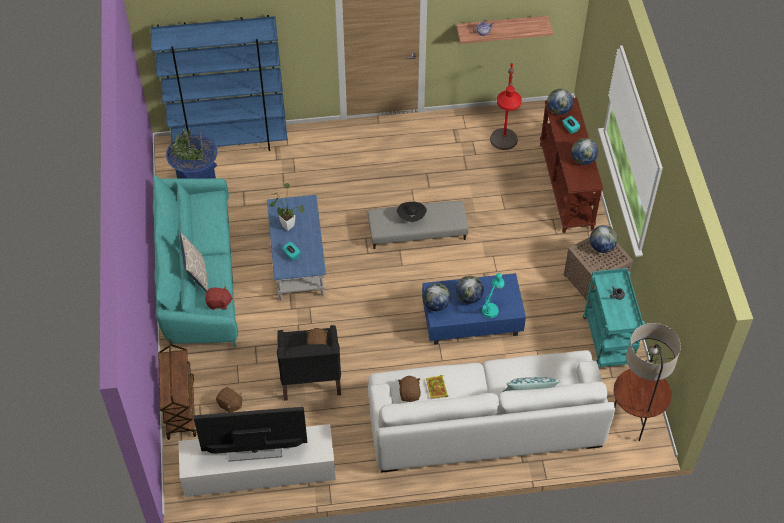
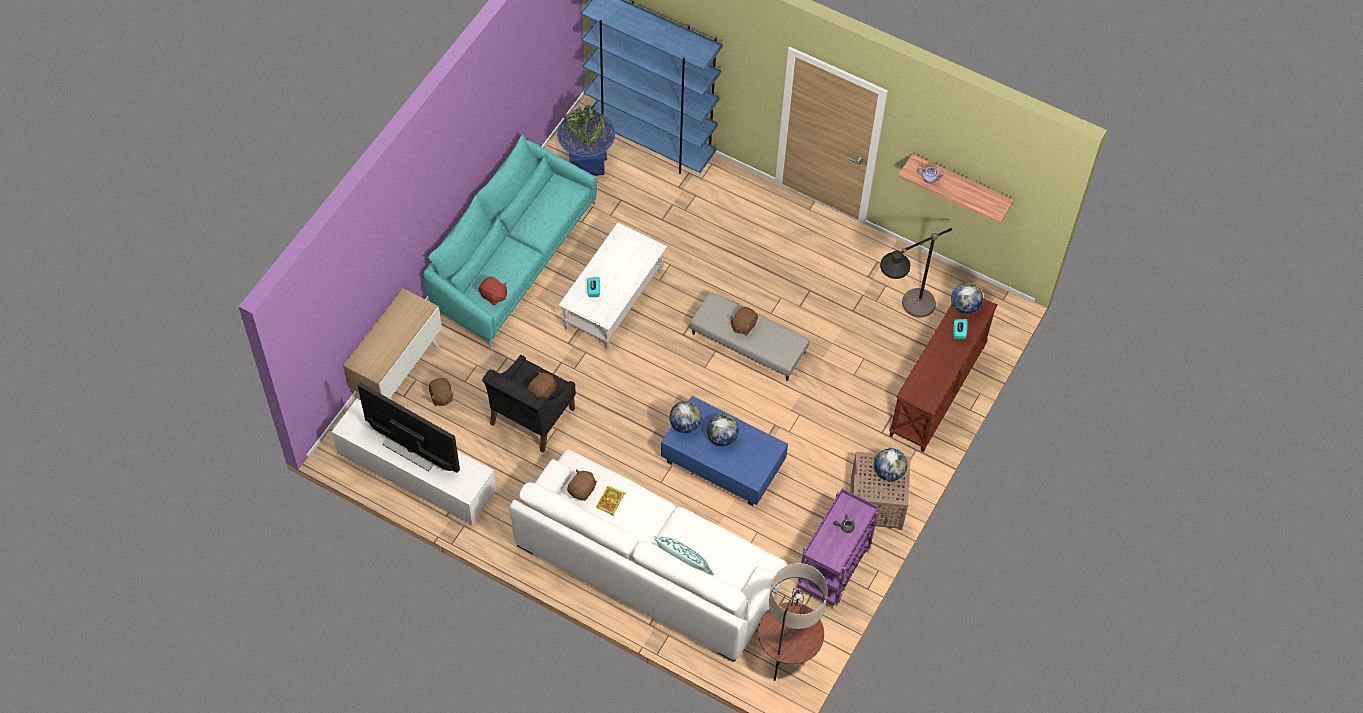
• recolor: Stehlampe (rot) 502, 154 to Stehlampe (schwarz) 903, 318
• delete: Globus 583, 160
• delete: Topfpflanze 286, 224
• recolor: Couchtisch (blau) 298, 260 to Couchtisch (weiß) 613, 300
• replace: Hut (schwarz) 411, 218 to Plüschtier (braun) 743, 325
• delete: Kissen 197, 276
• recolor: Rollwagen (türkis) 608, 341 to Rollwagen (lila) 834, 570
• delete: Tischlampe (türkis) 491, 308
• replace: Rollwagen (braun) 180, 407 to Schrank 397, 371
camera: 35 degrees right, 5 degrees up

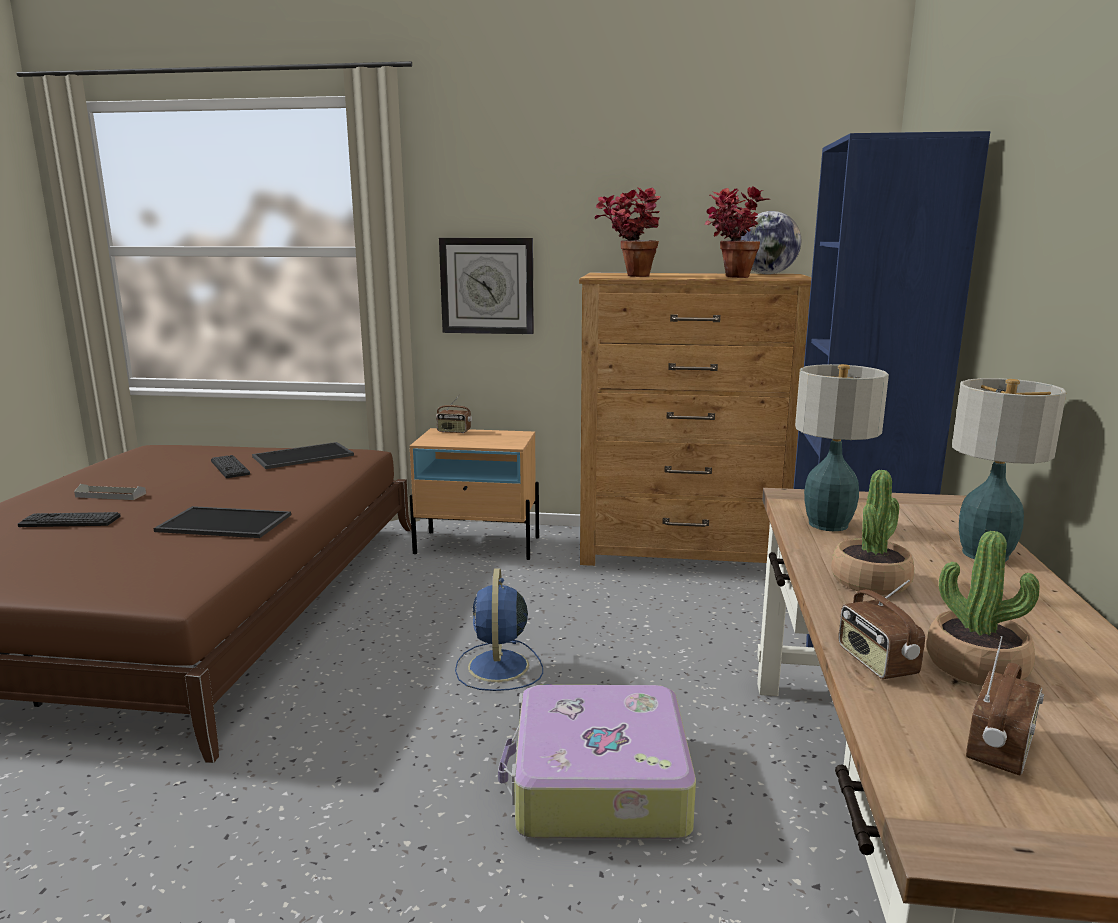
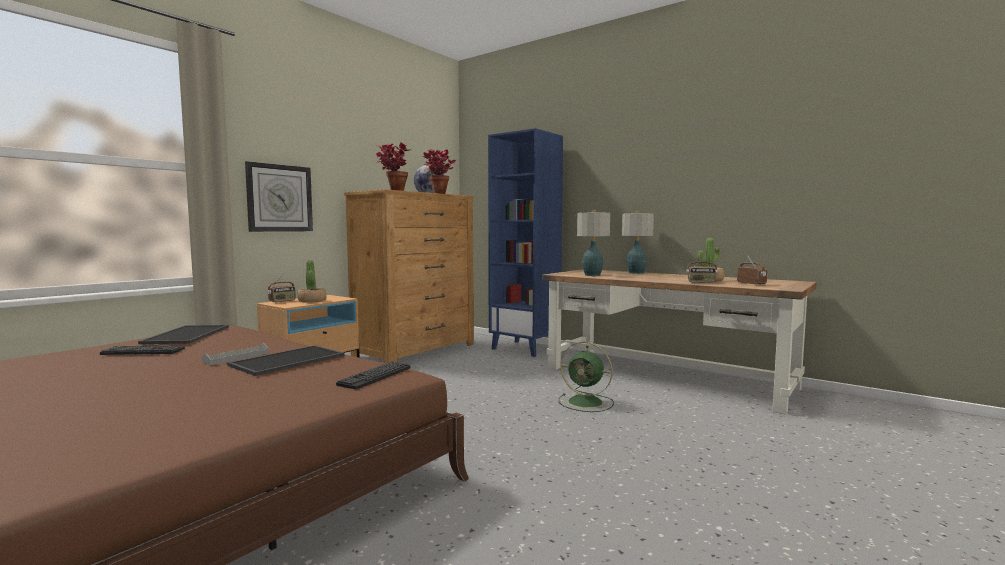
• move: Topfpflanze 870, 581 to 312, 301
• move: Tablett (grau) 111, 495 to 236, 357
• move: Tastatur 70, 521 to 375, 376
• delete: Ventilator (blau) 498, 667
• replace: Koffer 598, 784 to Ventilator (grün) 587, 402
camera: 60 degrees left, 10 degrees down

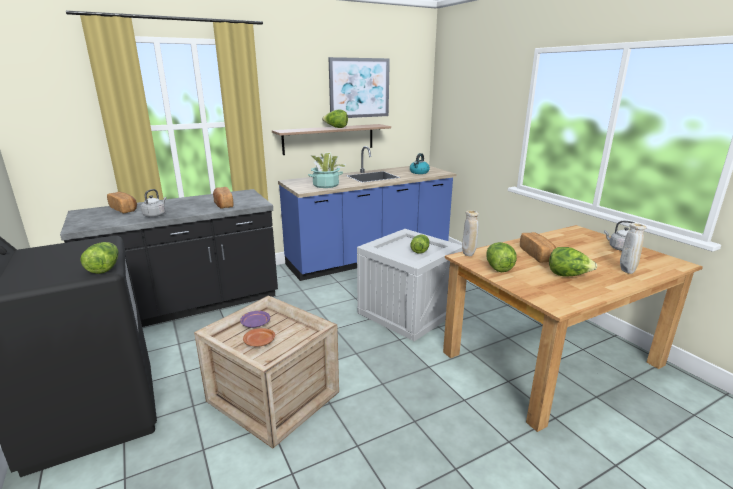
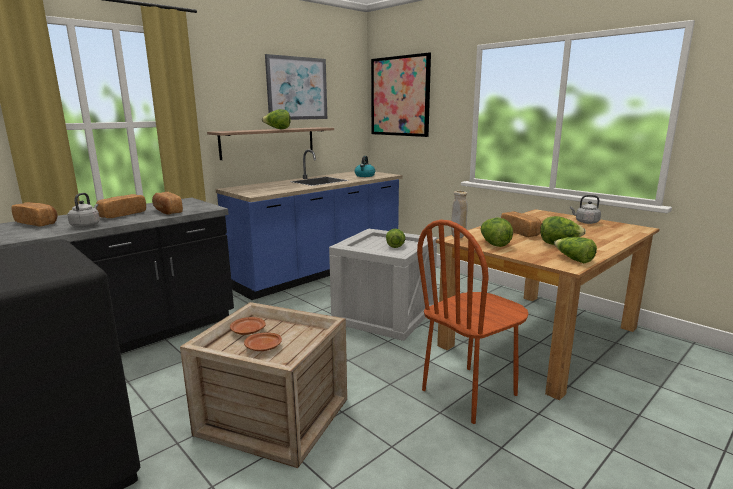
• delete: Topfpflanze 326, 185
• delete: Vase (beige) 626, 272
• move: Salatkopf 104, 267 to 573, 259
• recolor: Teller (lila) 255, 323 to Teller (braun) 247, 331
• insert: Bild 400, 96
• insert: Brot 122, 214
• insert: Stuhl (braun) 469, 393
camera: 15 degrees left, 5 degrees down

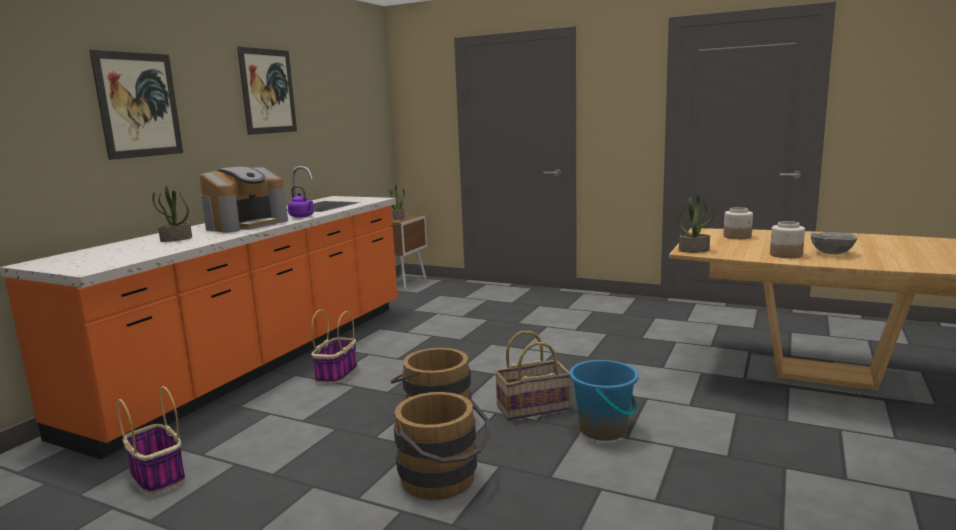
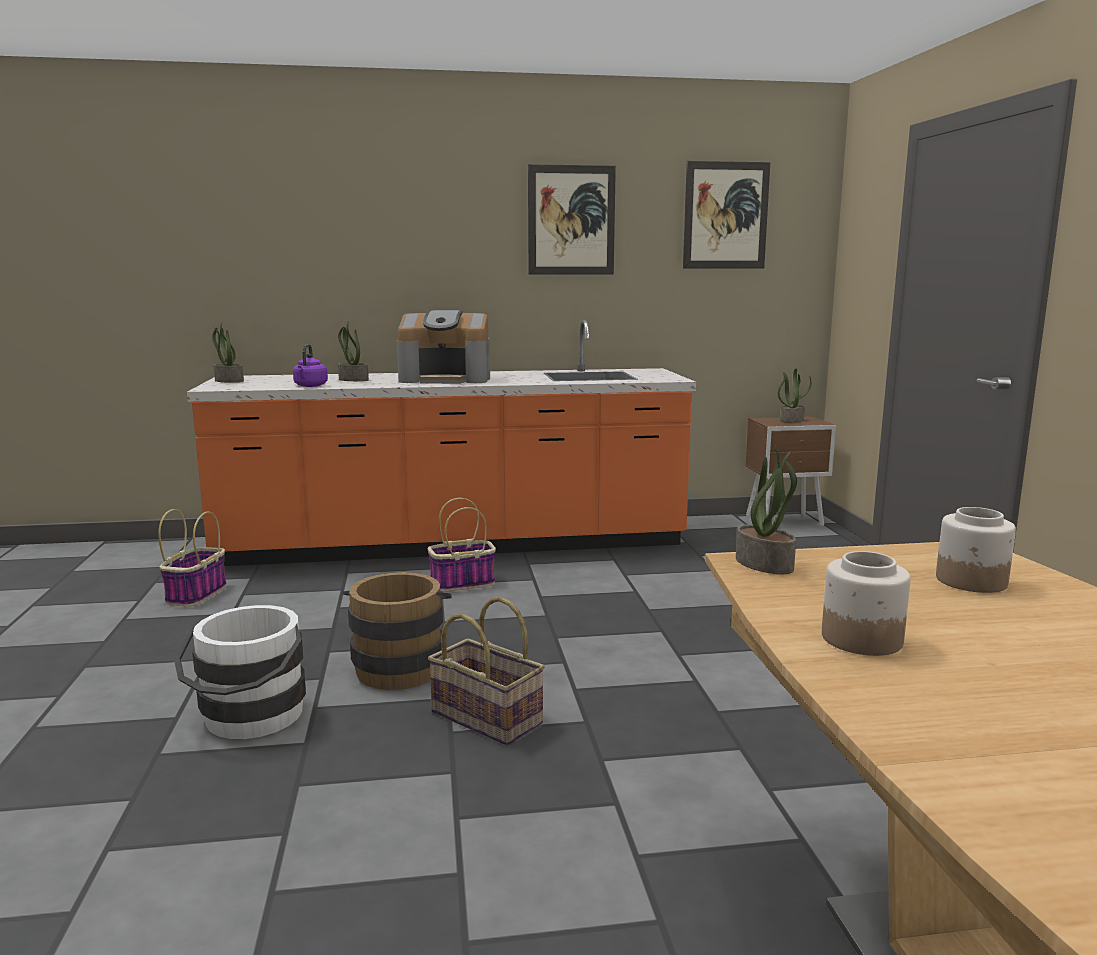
• move: Bild 139, 105 to 725, 215
• move: Wasserkessel (lila) 302, 216 to 310, 386
• delete: Schüssel (grau) 831, 253
• delete: Eimer (blau) 603, 430
• recolor: Eimer (braun) 443, 481 to Eimer (weiß) 249, 720
• insert: Topfpflanze 228, 381
camera: 55 degrees right, 0 degrees up

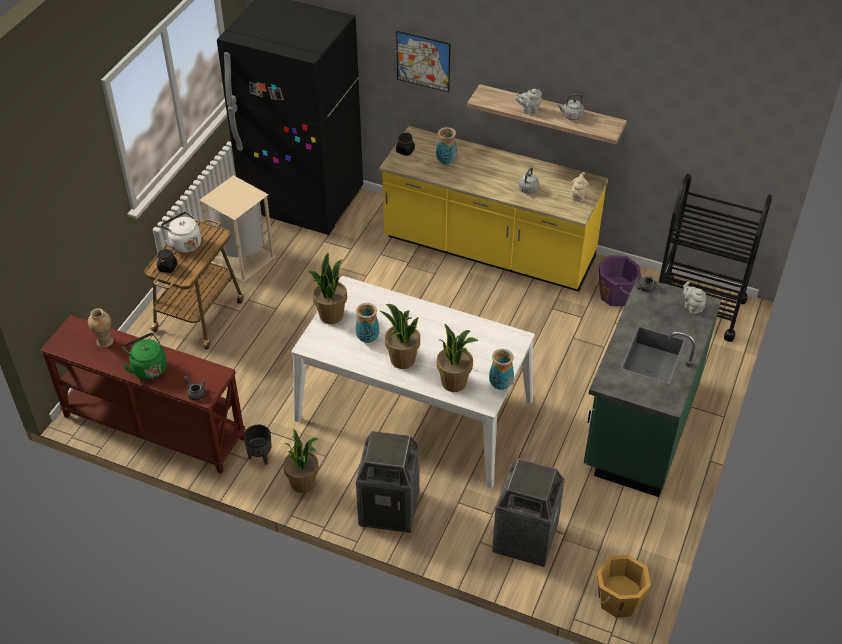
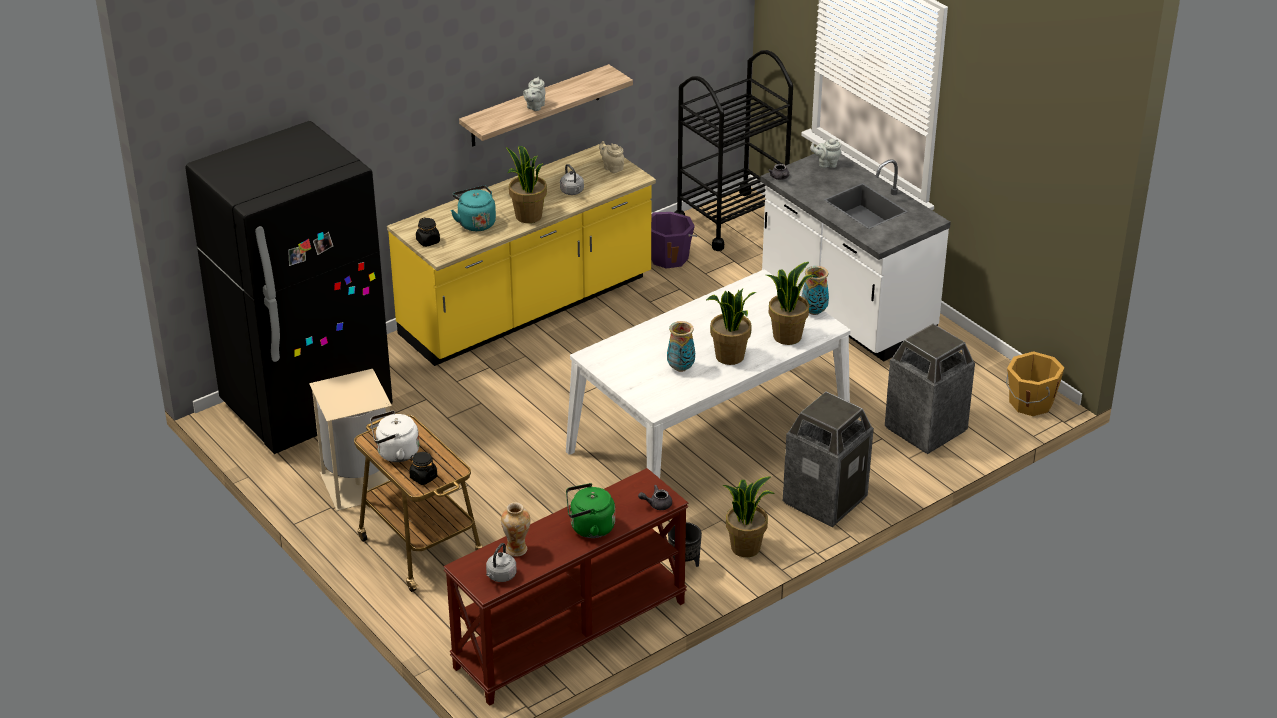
• delete: Bild 423, 61
• move: Wasserkessel (grau) 571, 116 to 500, 576
• replace: Vase 446, 162 to Wasserkessel (türkis) 475, 223
• move: Topfpflanze 331, 315 to 528, 216
• recolor: Küchenzeile (grün) 640, 425 to Küchenzeile (weiß) 846, 311
camera: 60 degrees left, 10 degrees down

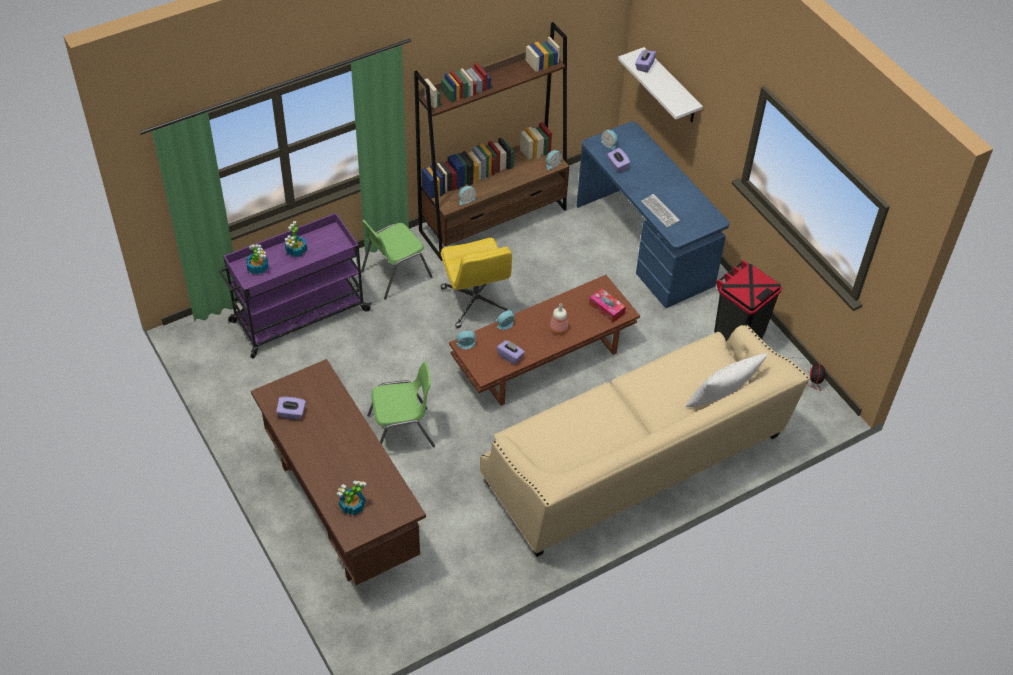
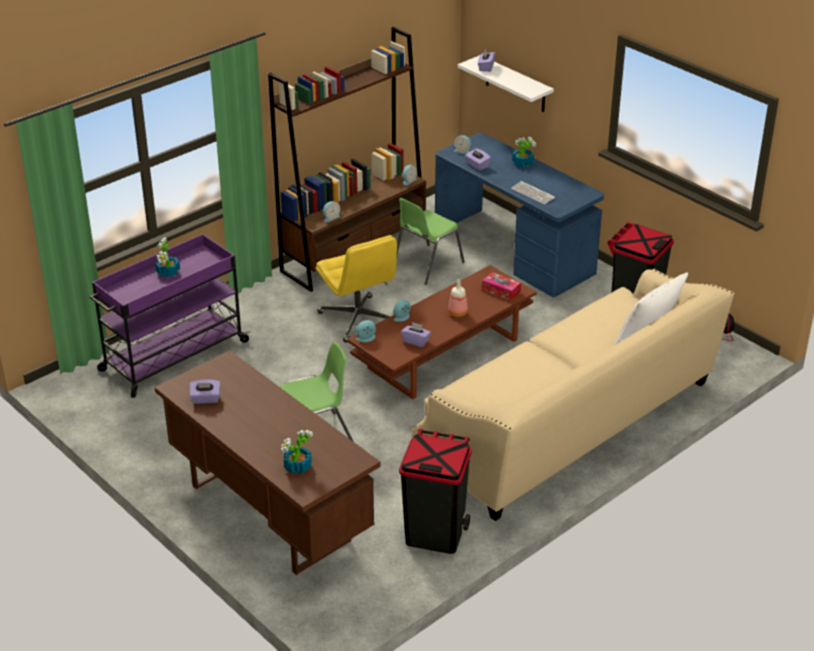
• move: Stuhl (grün) 395, 274 to 426, 265
• move: Topfpflanze 258, 267 to 522, 163
• insert: Mülleimer (schwarz) 434, 534
camera: 10 degrees left, 15 degrees down

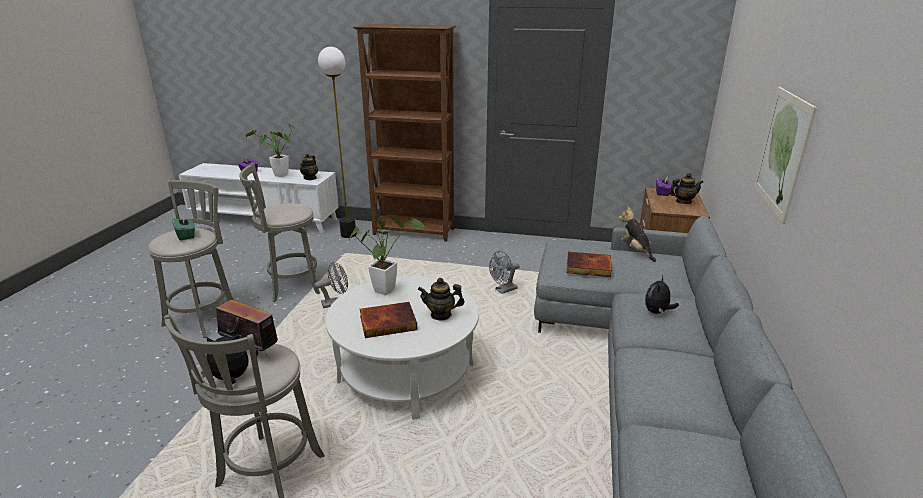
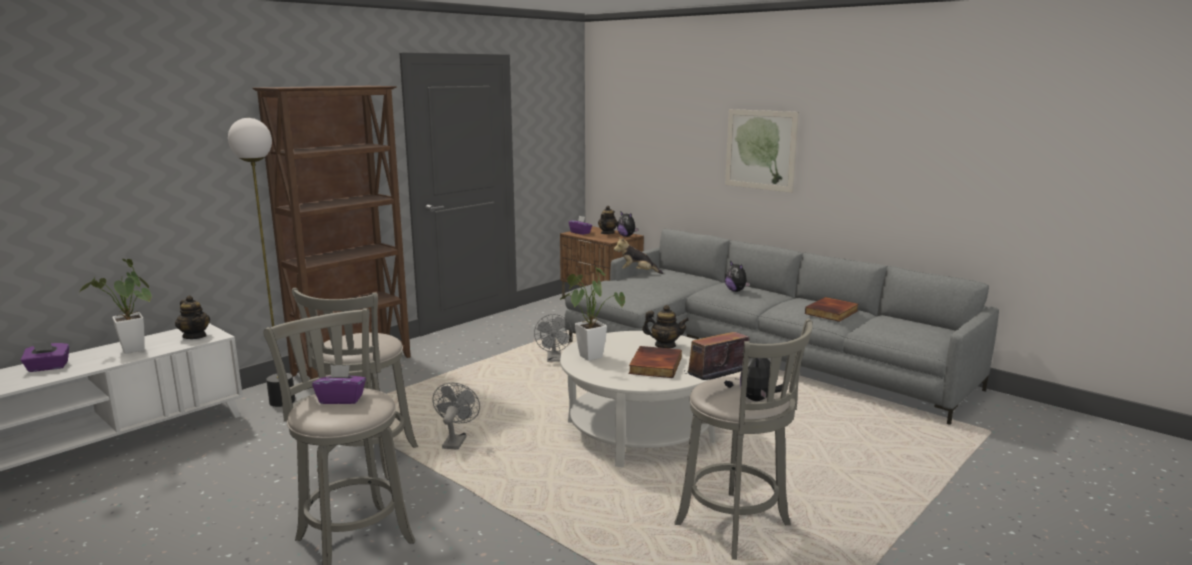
• recolor: Taschentuchbox (grün) 186, 235 to Taschentuchbox (lila) 341, 399
• move: Buch 588, 267 to 832, 312
• rotate: Teekanne 441, 315 = 665, 345 105 degrees counterclockwise
• insert: Plüschtier 627, 236
camera: 60 degrees left, 10 degrees down

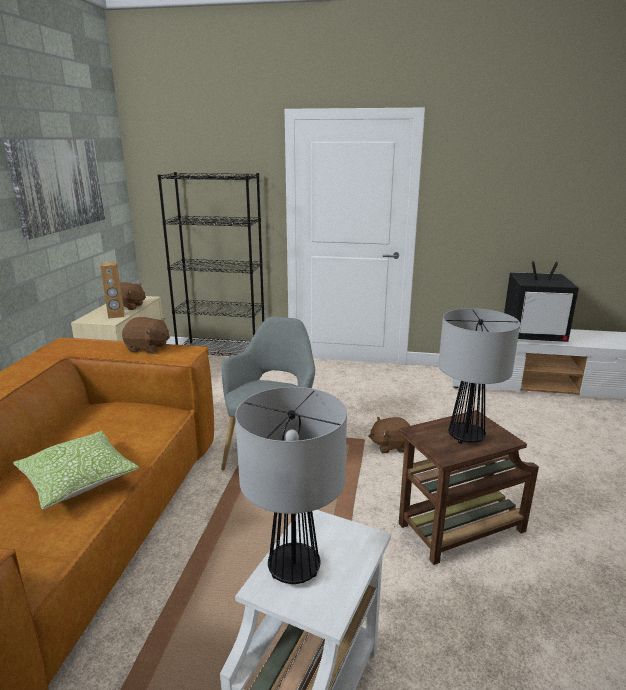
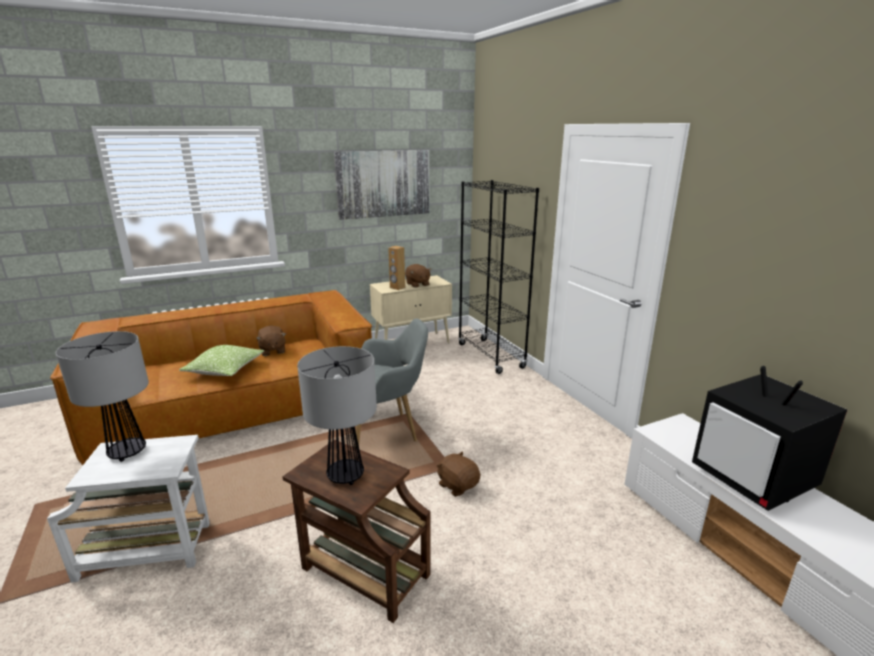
• move: Plüschtier (braun) 147, 348 to 272, 351
camera: 55 degrees right, 0 degrees up

